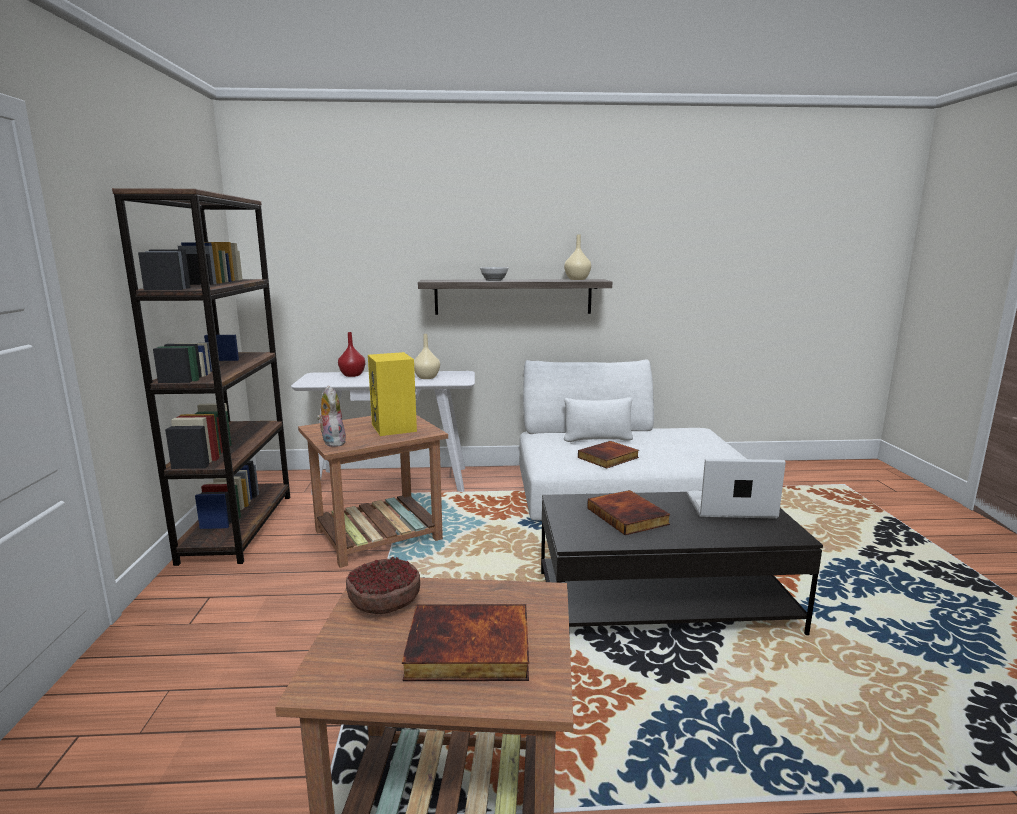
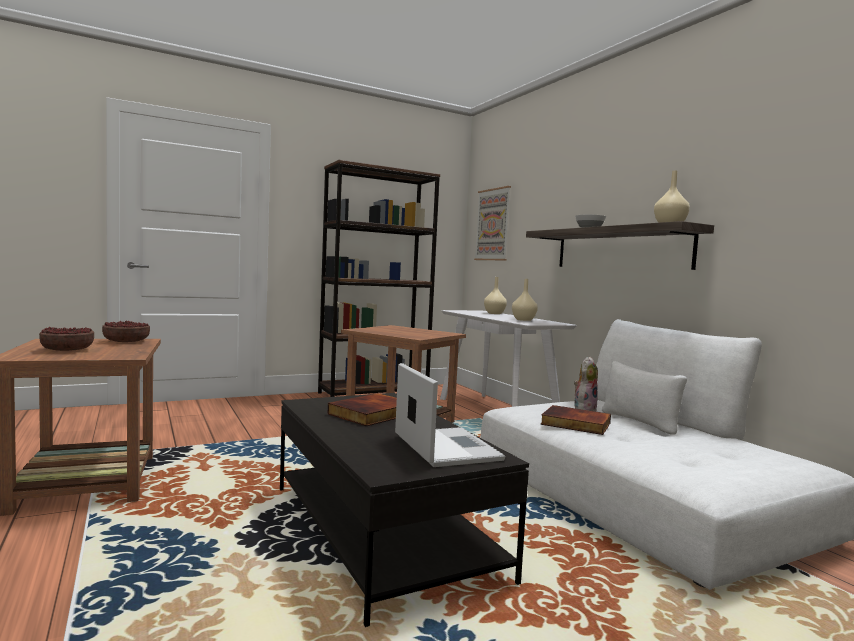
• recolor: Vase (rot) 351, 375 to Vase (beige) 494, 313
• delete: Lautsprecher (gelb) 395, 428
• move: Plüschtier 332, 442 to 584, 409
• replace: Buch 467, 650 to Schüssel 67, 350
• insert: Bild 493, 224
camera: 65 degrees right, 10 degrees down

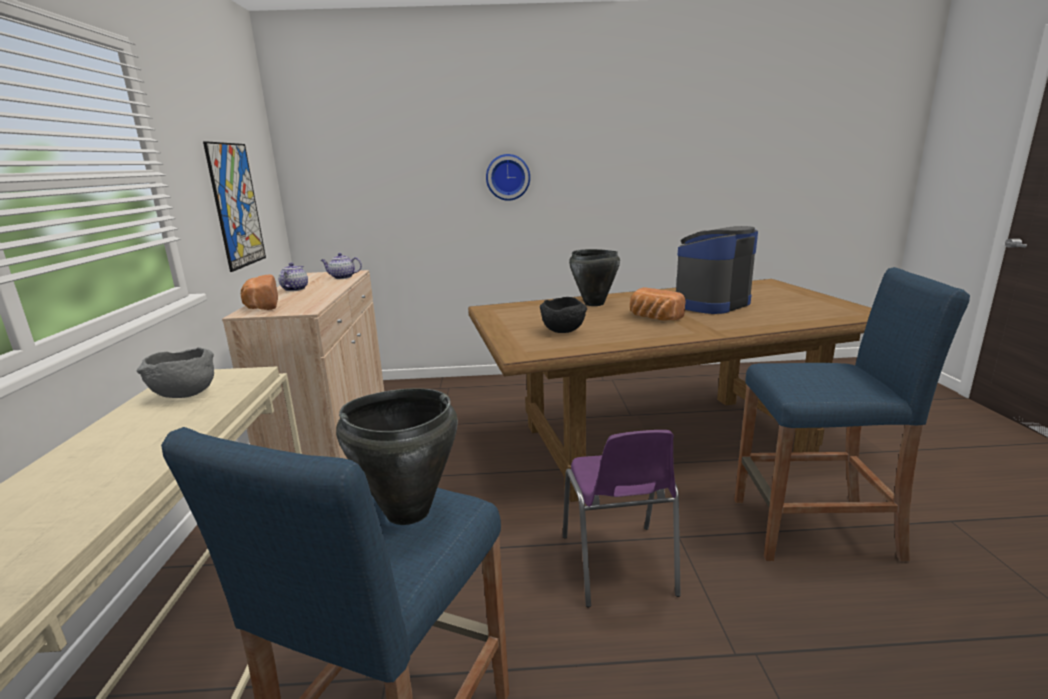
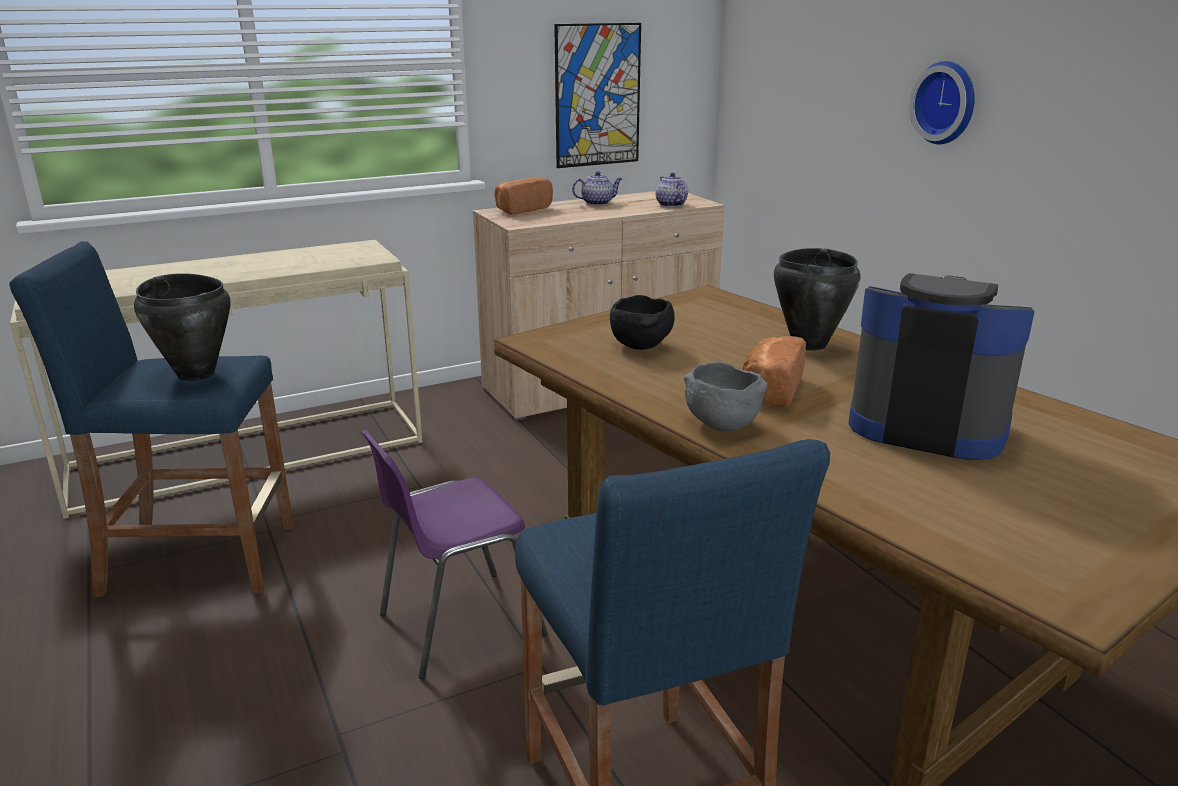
• move: Schüssel (grau) 184, 395 to 720, 425
camera: 65 degrees right, 5 degrees up

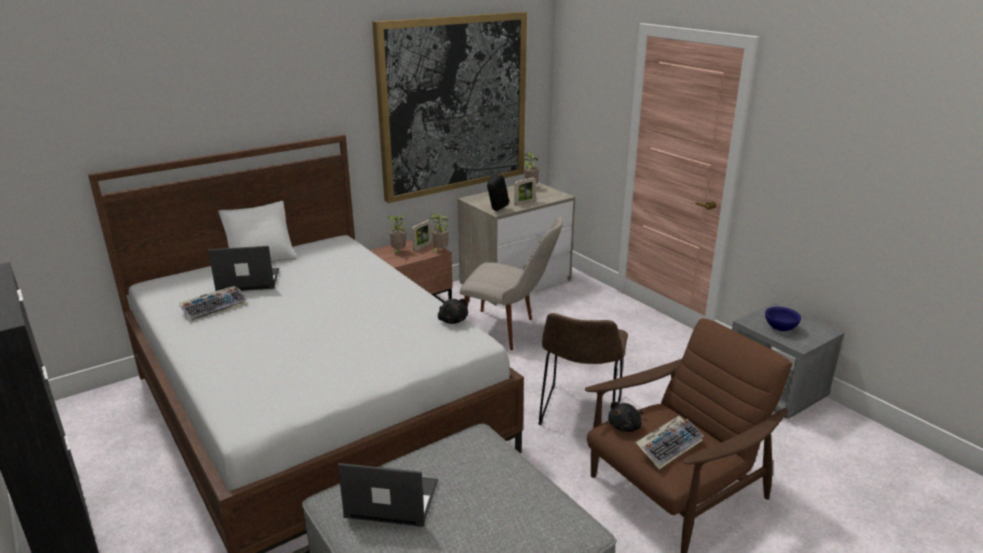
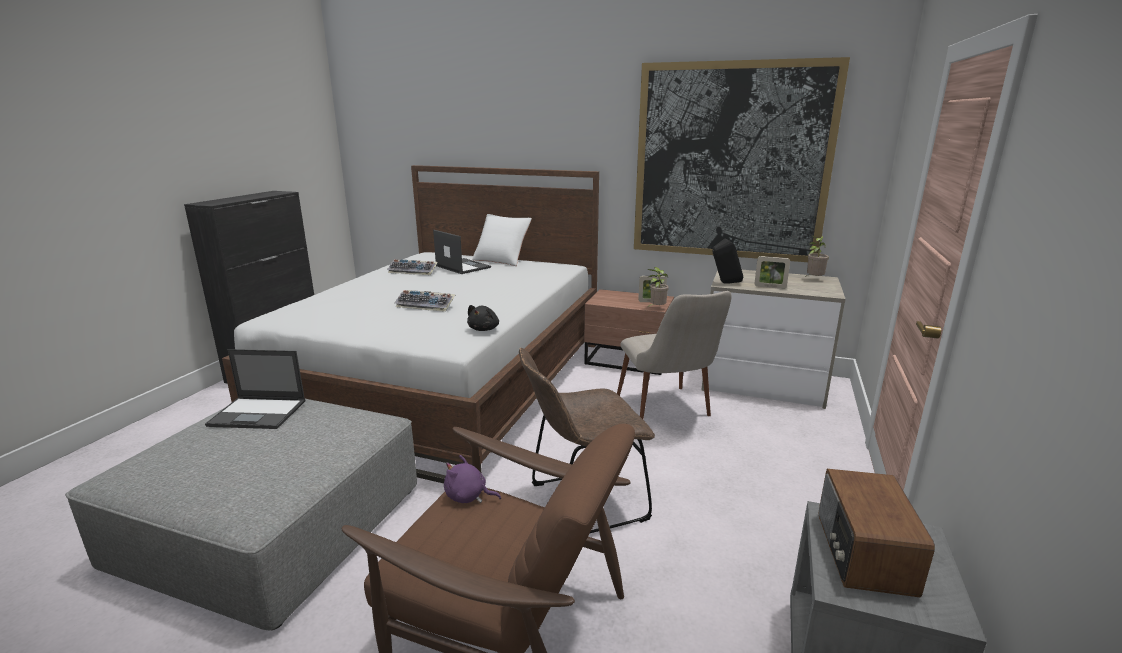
• delete: Topfpflanze 398, 252
• replace: Schüssel (blau) 780, 328 to Radio 862, 553
• recolor: Plüschtier (schwarz) 625, 426 to Plüschtier (lila) 468, 496
• move: Tastatur 669, 446 to 426, 305
• rotate: Laptop 390, 499 = 259, 413 120 degrees clockwise
camera: 55 degrees right, 5 degrees down

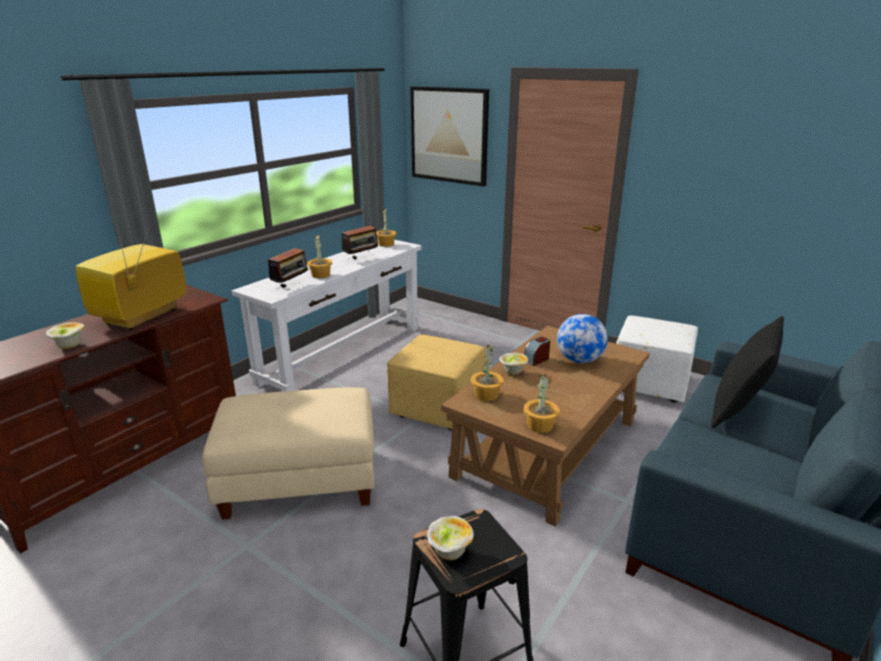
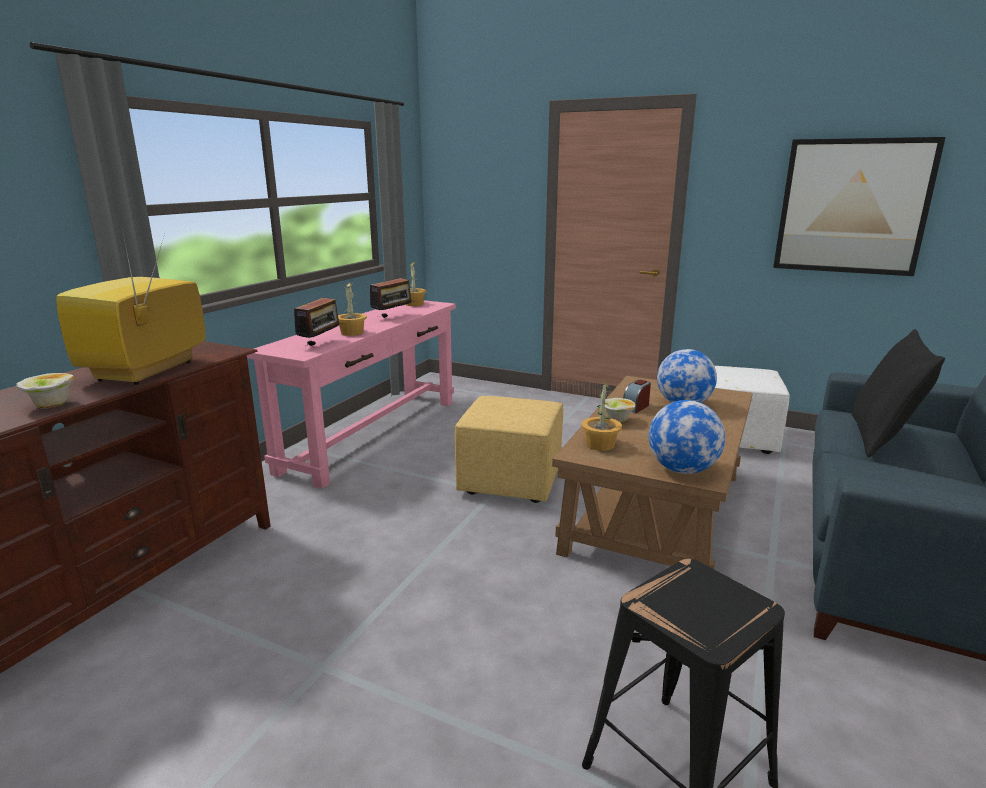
• move: Bild 449, 135 to 852, 207
• recolor: Konsolentisch (weiß) 343, 354 to Konsolentisch (rosa) 373, 434
• replace: Topfpflanze 540, 425 to Globus 682, 470
• delete: Polsterhocker (beige) 301, 480
• delete: Schüssel 449, 552
camera: 10 degrees left, 5 degrees down

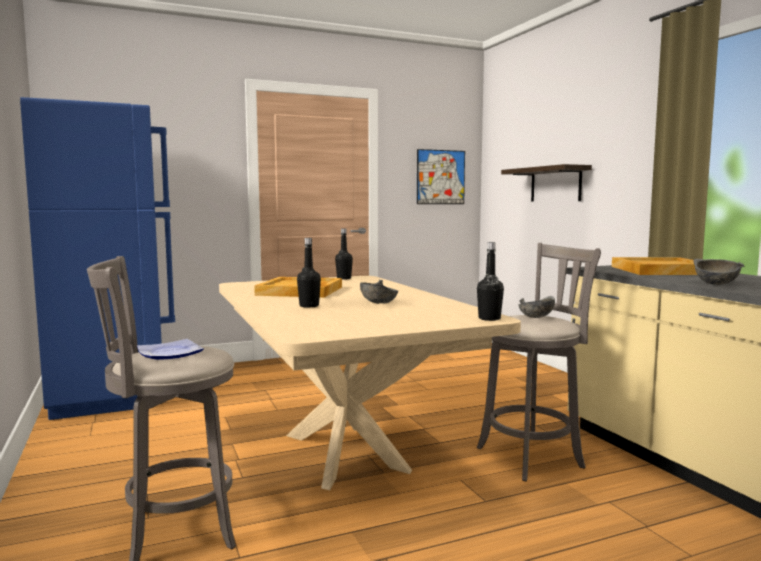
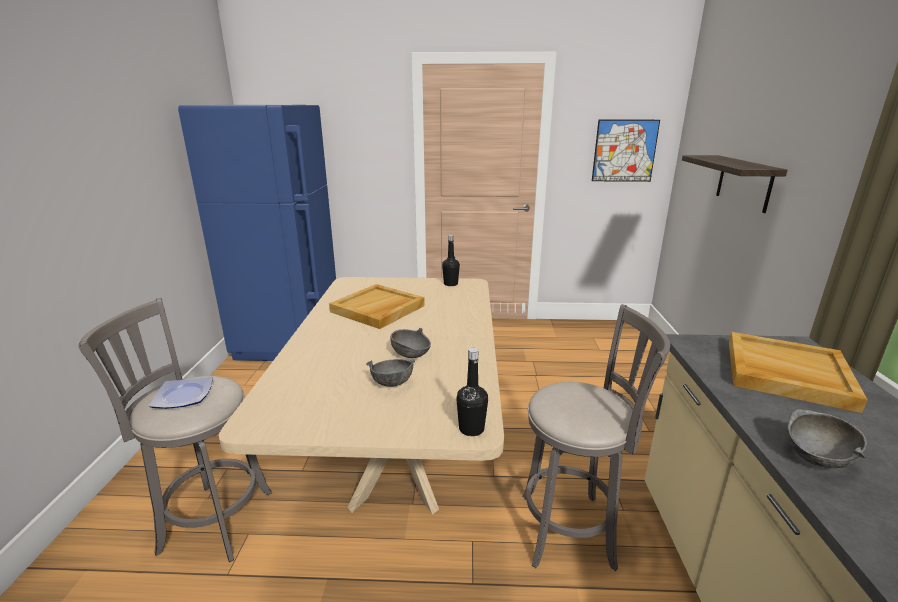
• delete: Flasche (schwarz) 309, 306
• move: Schüssel (grau) 535, 317 to 392, 383
camera: 25 degrees right, 15 degrees up

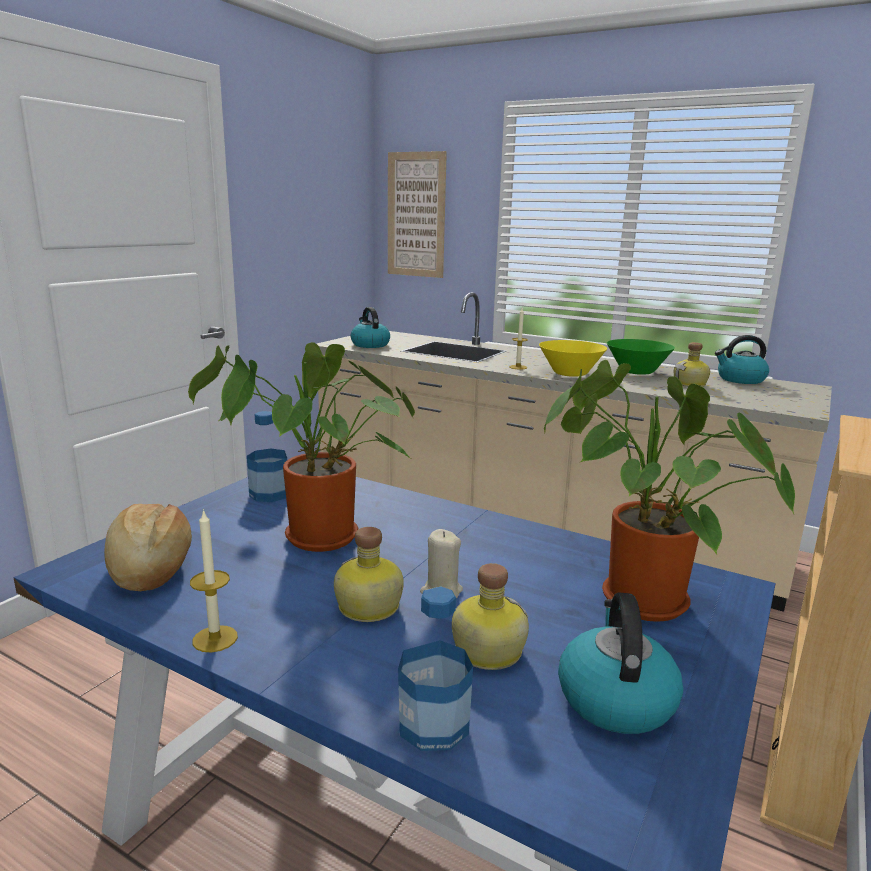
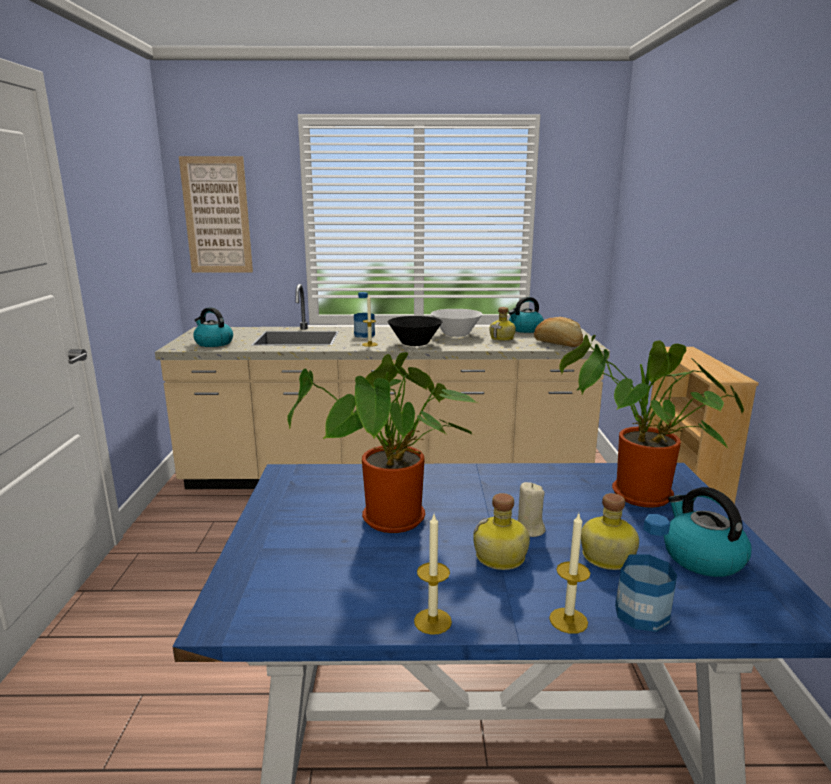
• recolor: Schüssel (grün) 637, 372 to Schüssel (weiß) 456, 334
• recolor: Schüssel (gelb) 570, 373 to Schüssel (schwarz) 414, 343
• move: Flasche 270, 494 to 364, 335
• move: Brot 149, 567 to 558, 344
• insert: Kerze 568, 620
camera: 30 degrees left, 0 degrees up

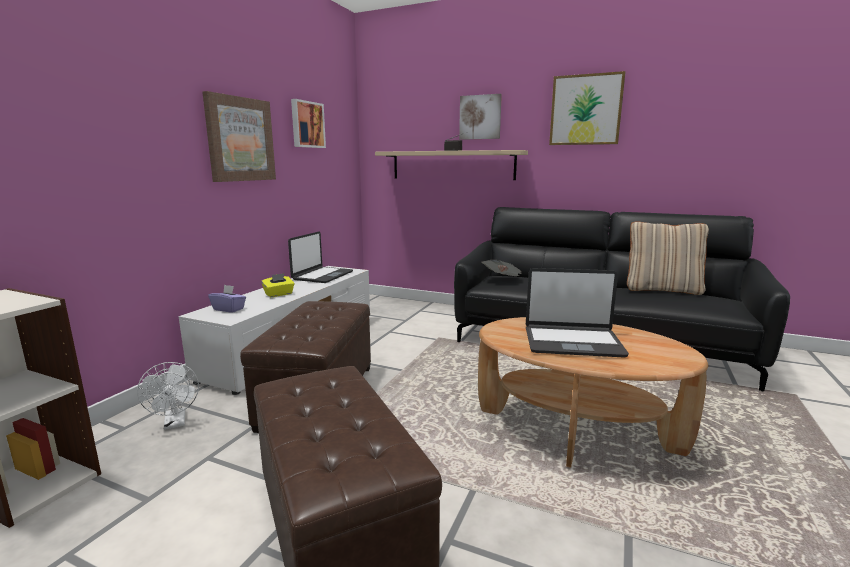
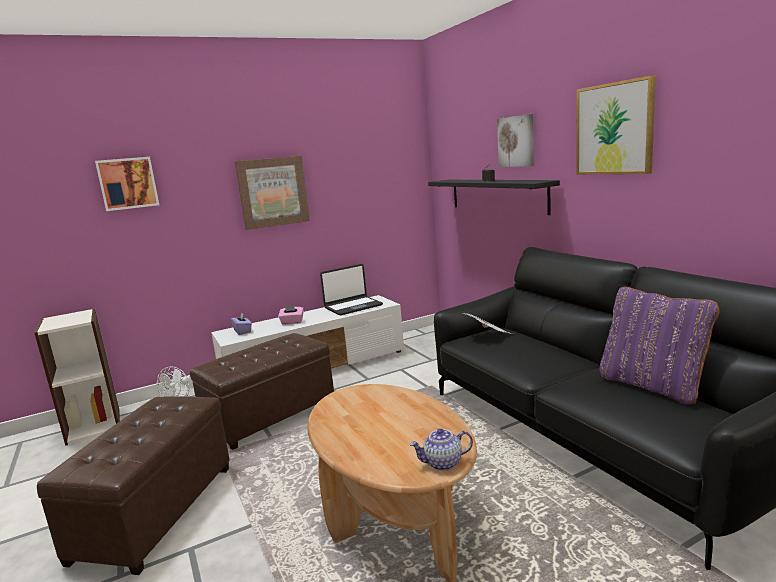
• move: Bild 307, 124 to 128, 183
• recolor: Wandregal (beige) 452, 165 to Wandregal (schwarz) 496, 195
• recolor: Kissen (beige) 662, 290 to Kissen (lila) 652, 385
• delete: Laptop 572, 342
• recolor: Taschentuchbox (gelb) 279, 294 to Taschentuchbox (rosa) 292, 322
• insert: Teekanne 442, 463
camera: 40 degrees right, 0 degrees up

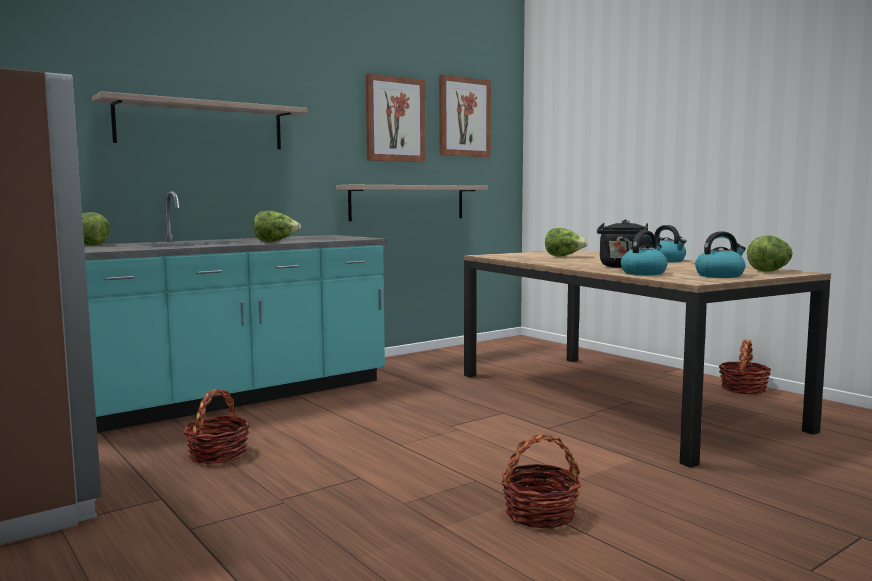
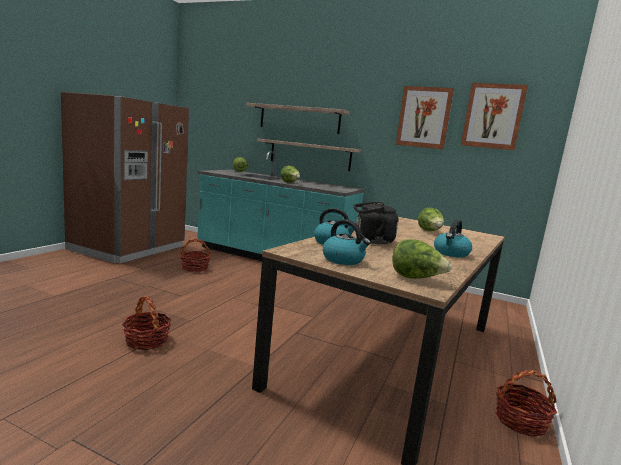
• move: Wandregal 407, 202 to 310, 155
camera: 60 degrees right, 5 degrees up

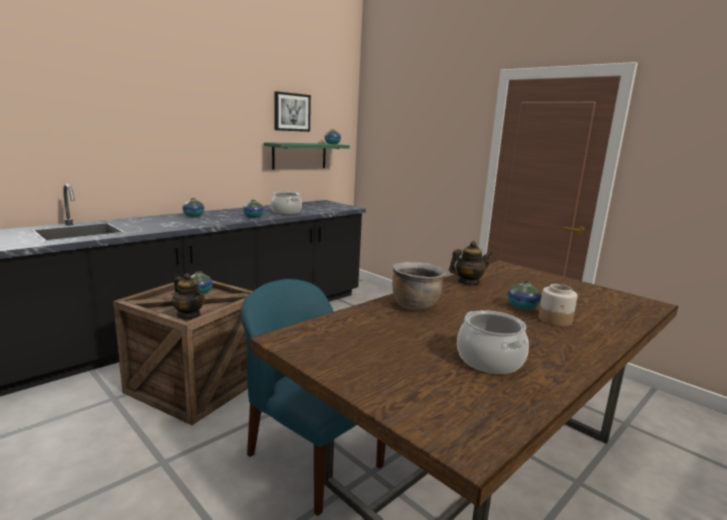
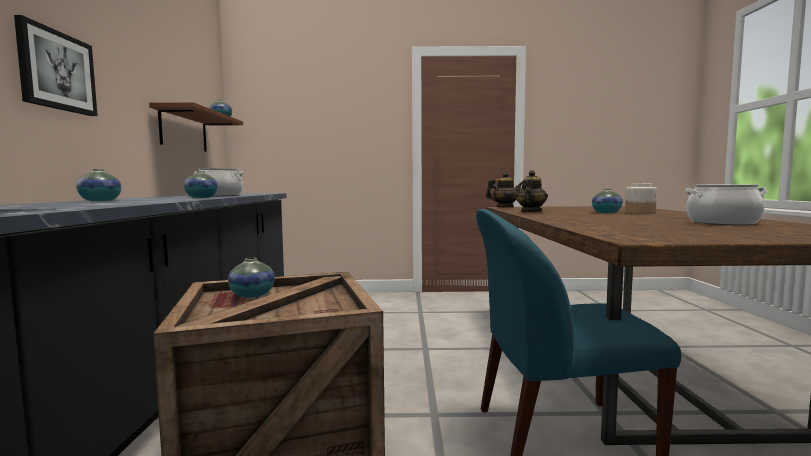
• move: Bild 291, 112 to 56, 71
• recolor: Wandregal (grün) 299, 155 to Wandregal (braun) 184, 131
• delete: Kochtopf (braun) 415, 305
• move: Teekanne 189, 315 to 504, 207
camera: 45 degrees left, 10 degrees down

